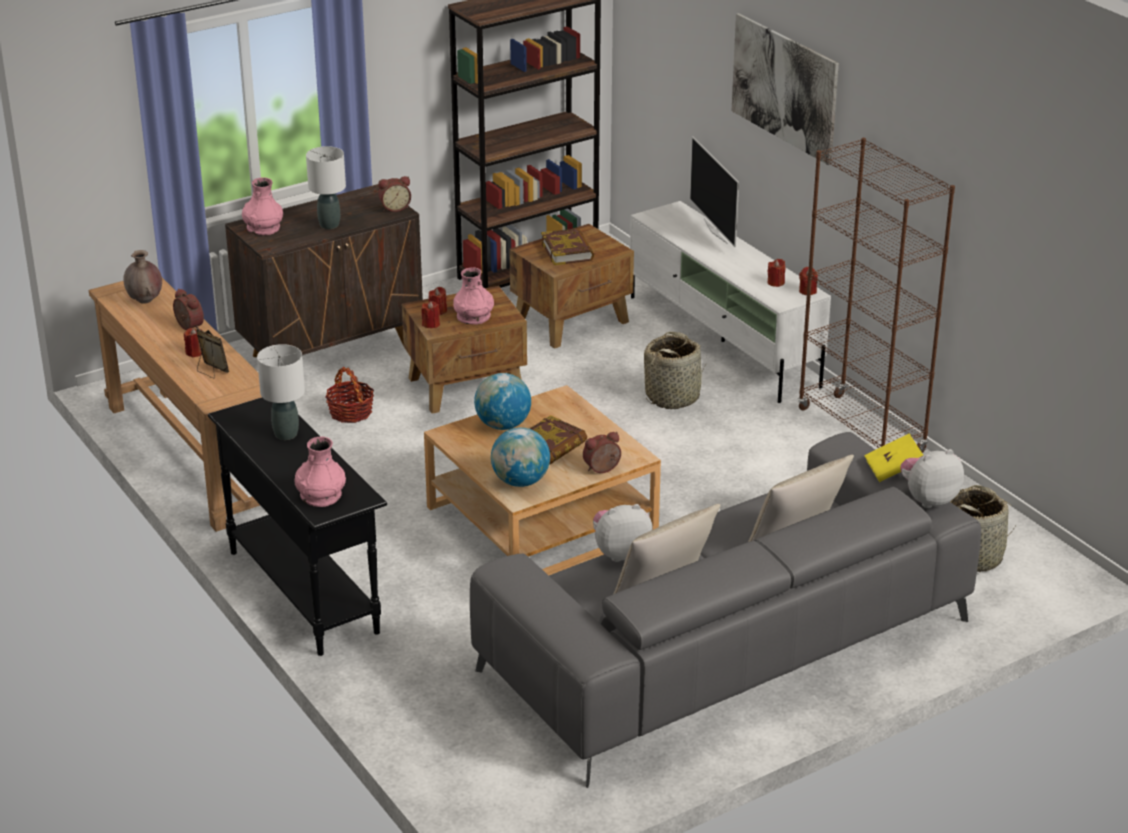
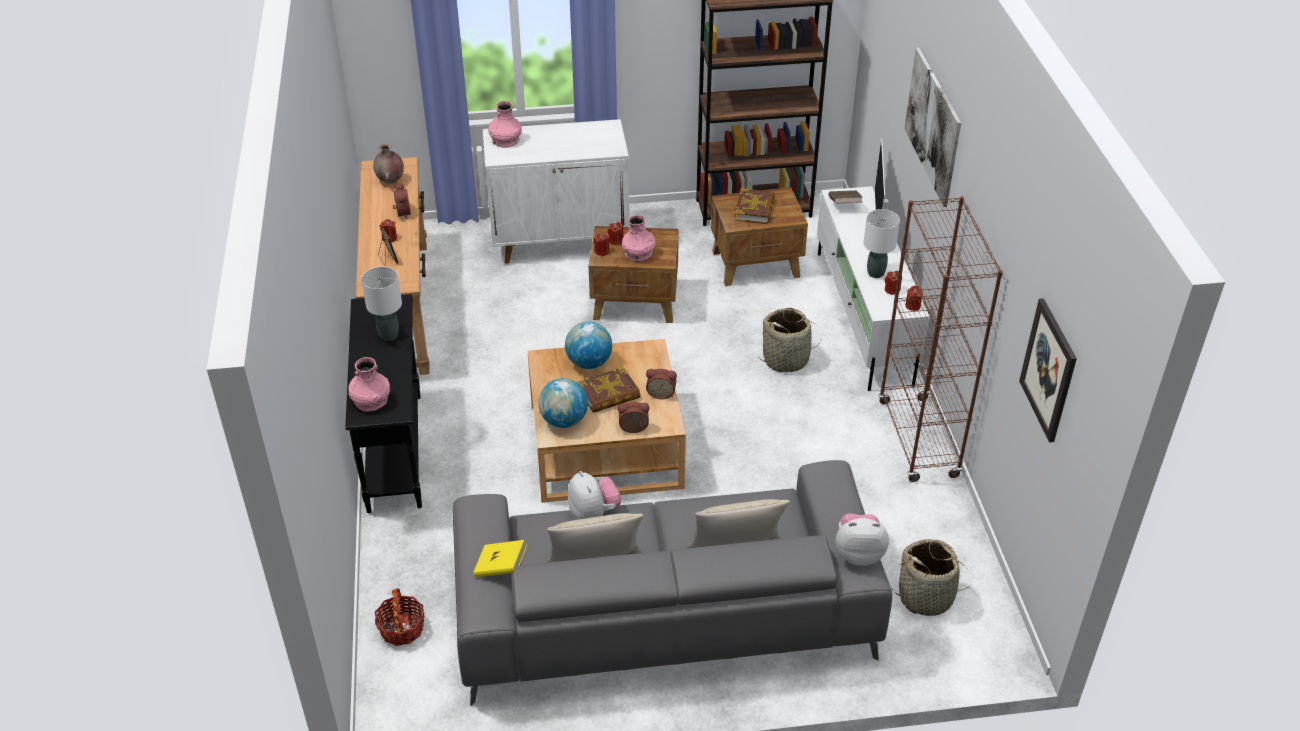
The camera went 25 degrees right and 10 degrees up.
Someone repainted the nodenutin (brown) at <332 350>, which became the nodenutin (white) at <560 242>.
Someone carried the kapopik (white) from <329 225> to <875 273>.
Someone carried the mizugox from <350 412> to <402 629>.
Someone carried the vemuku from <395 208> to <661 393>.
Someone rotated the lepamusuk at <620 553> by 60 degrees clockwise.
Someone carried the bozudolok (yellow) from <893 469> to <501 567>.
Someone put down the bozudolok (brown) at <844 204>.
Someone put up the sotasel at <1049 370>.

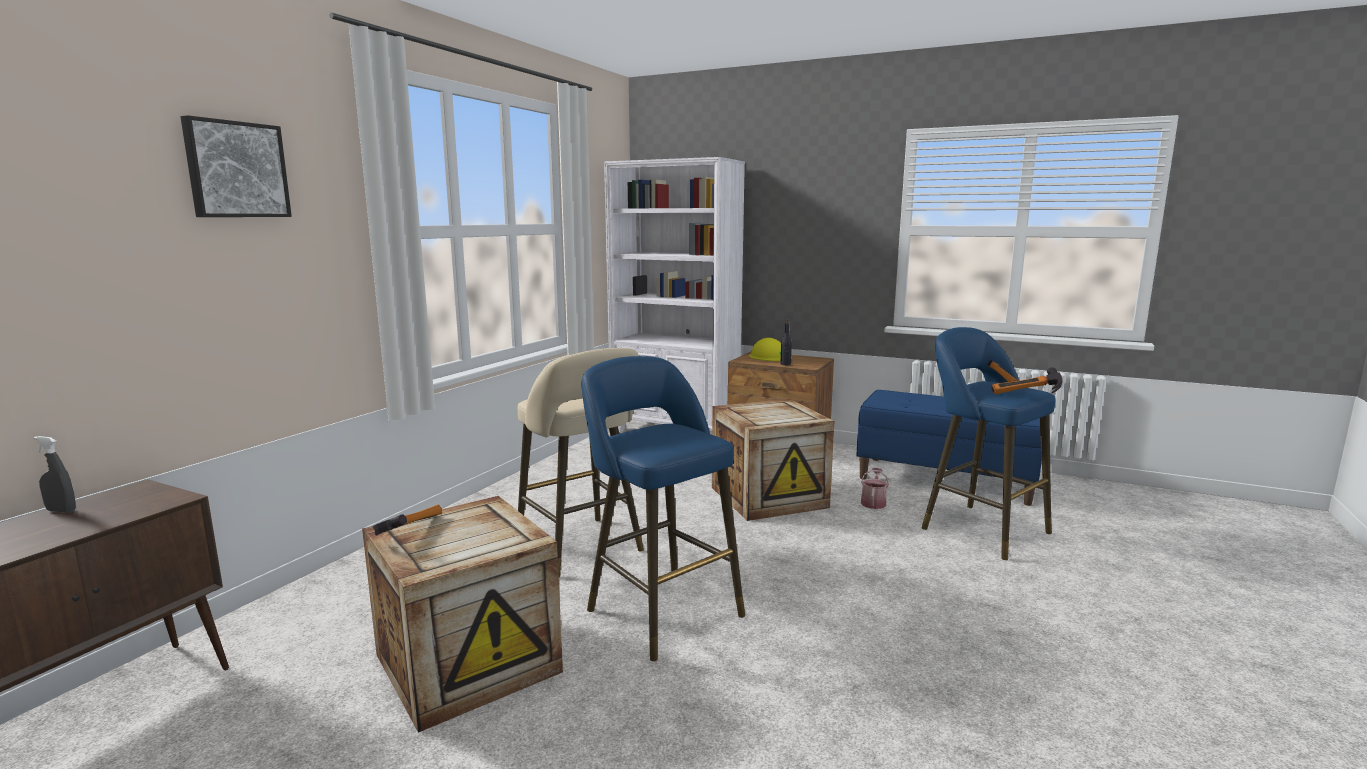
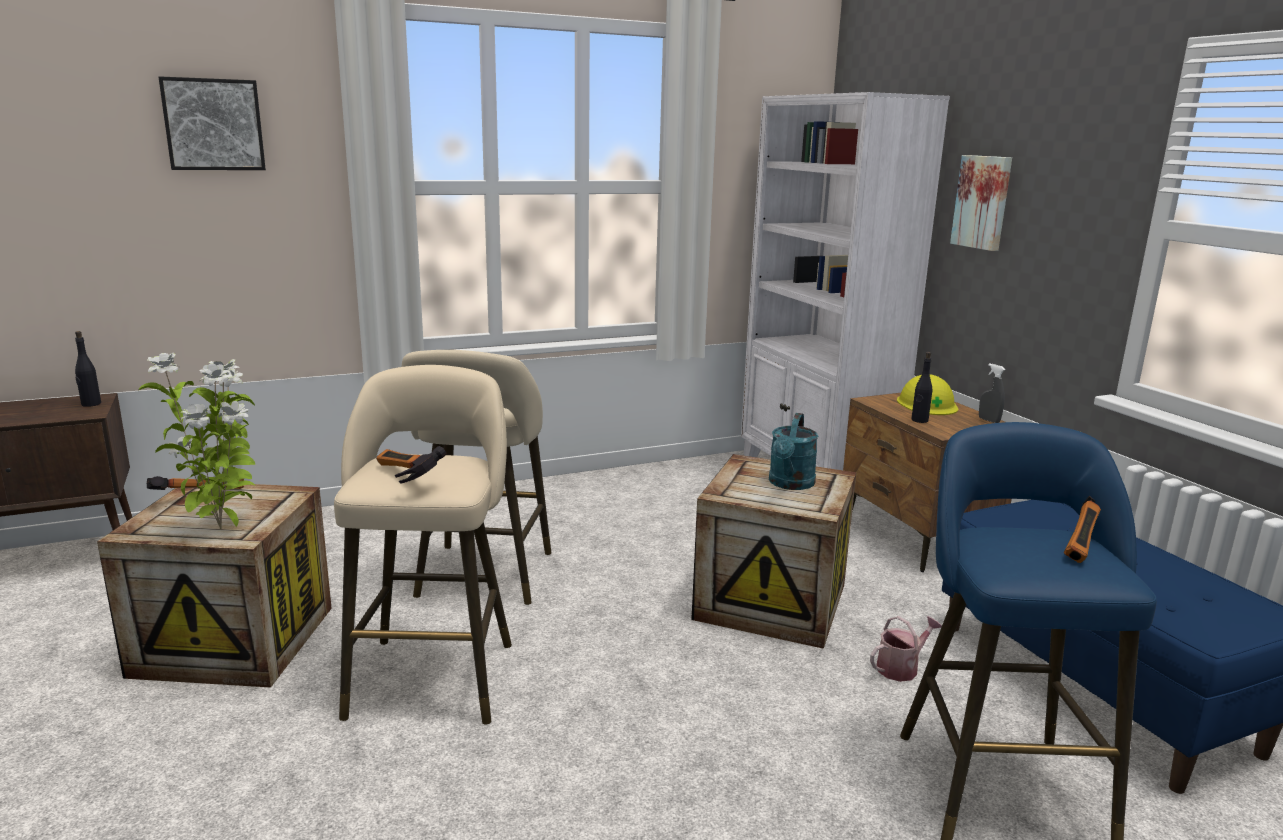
The camera went 40 degrees right and 5 degrees up.
Someone carried the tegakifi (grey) from <61 511> to <989 420>.
Someone repainted the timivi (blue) at <659 609>, which became the timivi (beige) at <434 673>.
Someone carried the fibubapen from <1027 395> to <401 479>.
Someone put down the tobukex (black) at <91 404>.
Someone put down the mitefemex at <222 529>.
Someone put down the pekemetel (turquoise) at <790 484>.
Someone put up the sotasel at <983 202>.

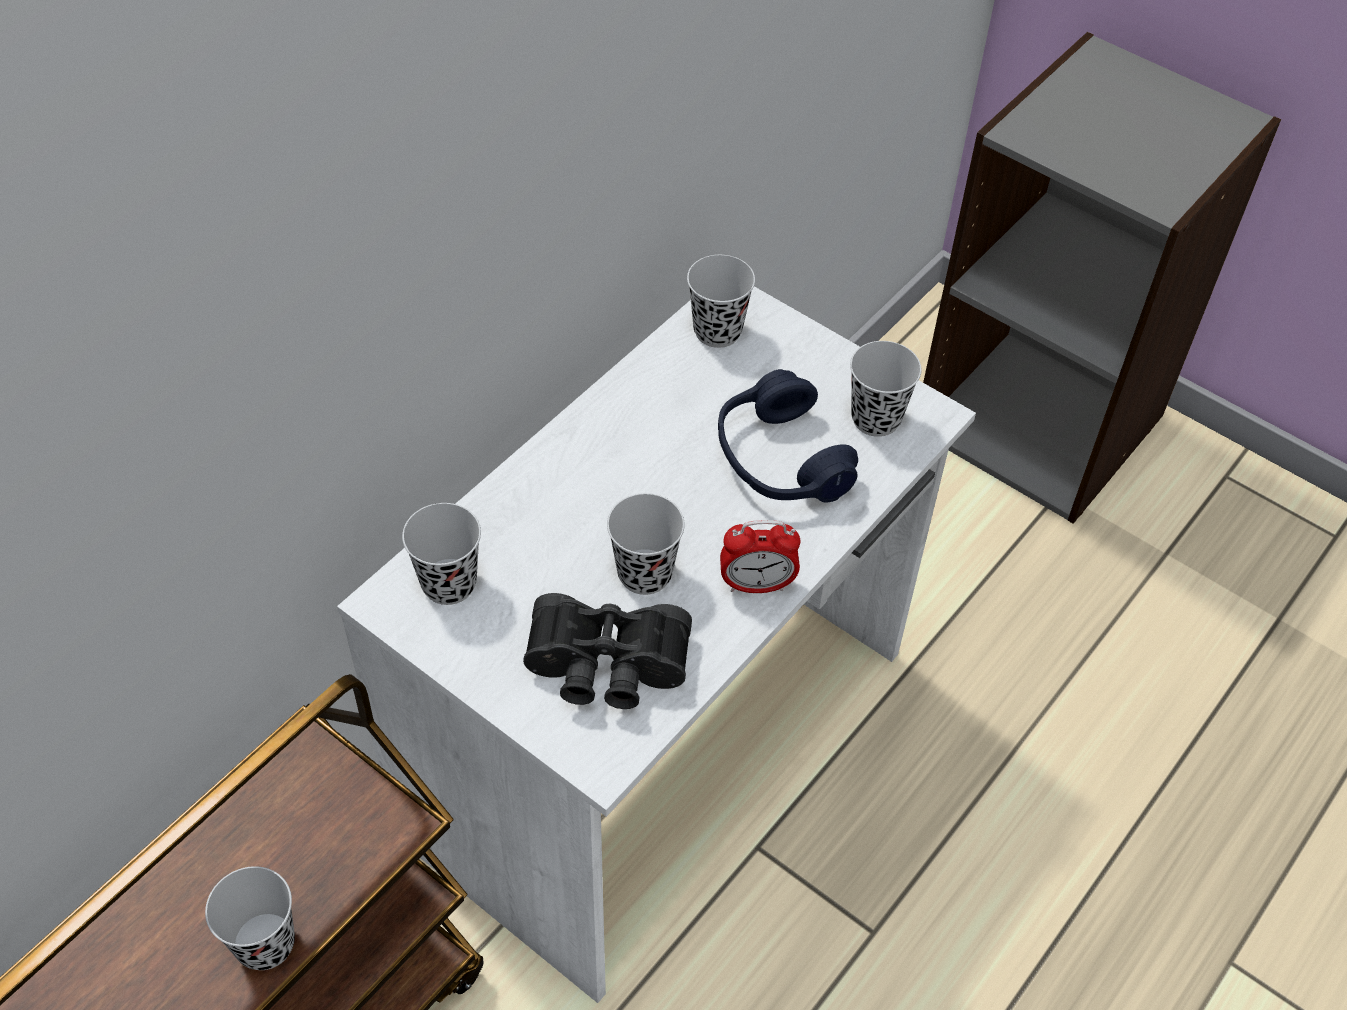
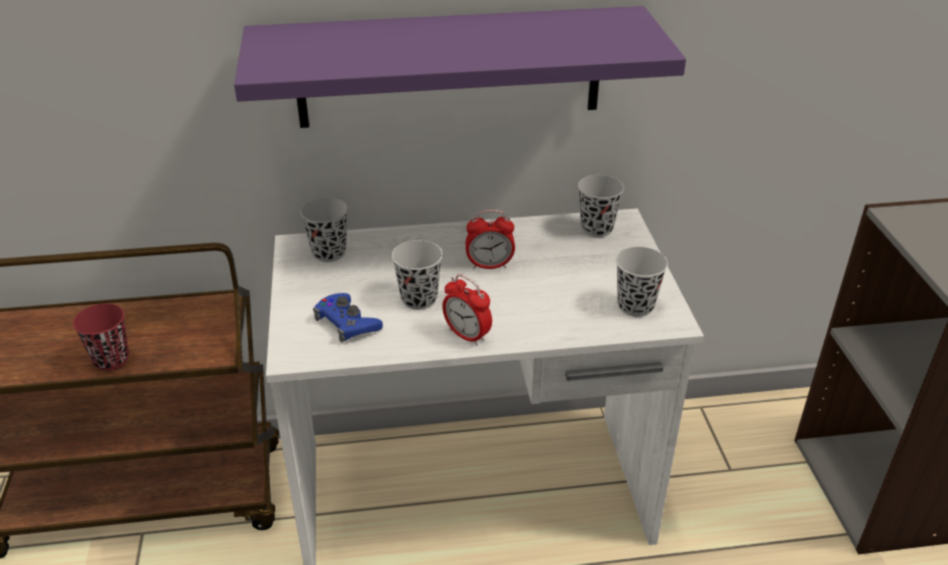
The camera went 45 degrees right and 15 degrees down.
Someone repainted the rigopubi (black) at <265 943>, which became the rigopubi (red) at <111 359>.
Someone swapped the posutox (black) at <606 668> for the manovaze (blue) at <347 323>.
Someone took away the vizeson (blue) at <780 460>.
Someone put up the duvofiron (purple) at <449 67>.
Someone put down the vemuku at <489 265>.

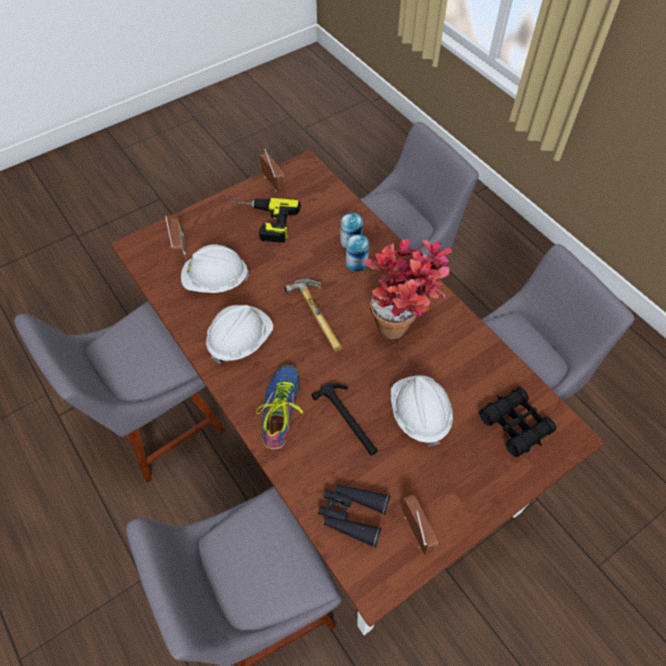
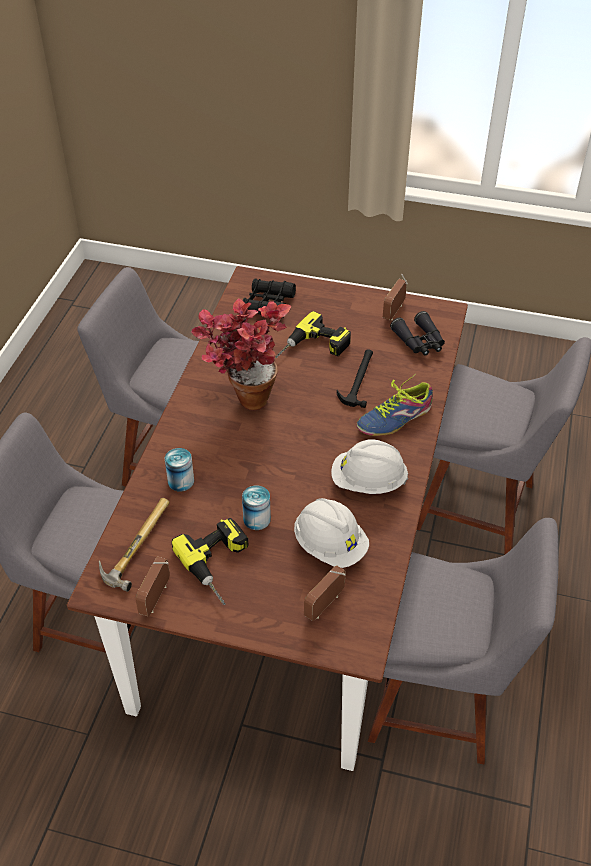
The camera went 130 degrees left and 10 degrees down.
Someone carried the fibubapen from <321 315> to <134 544>.
Someone carried the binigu from <356 262> to <257 519>.
Someone swapped the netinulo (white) at <419 415> for the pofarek at <313 349>.

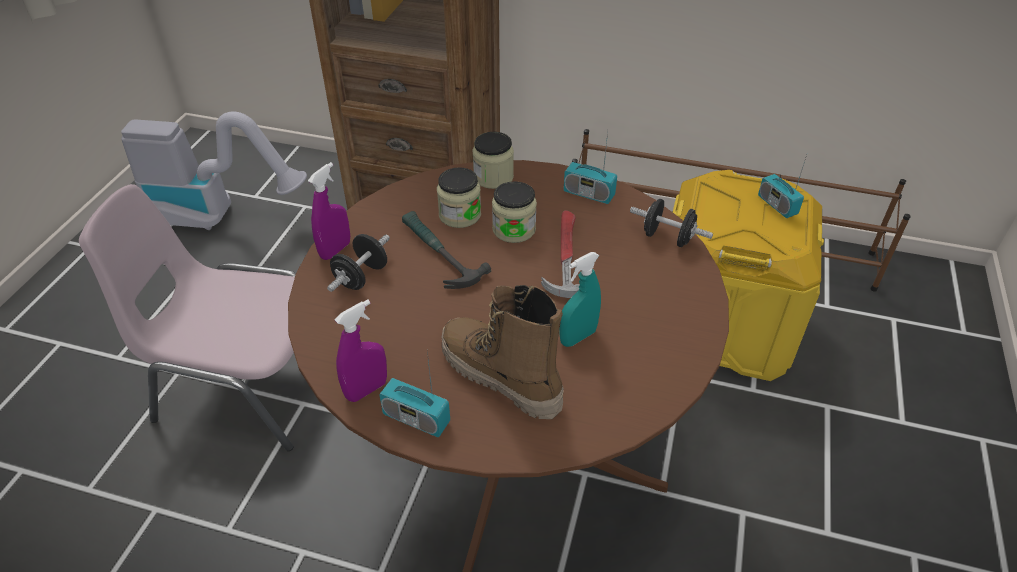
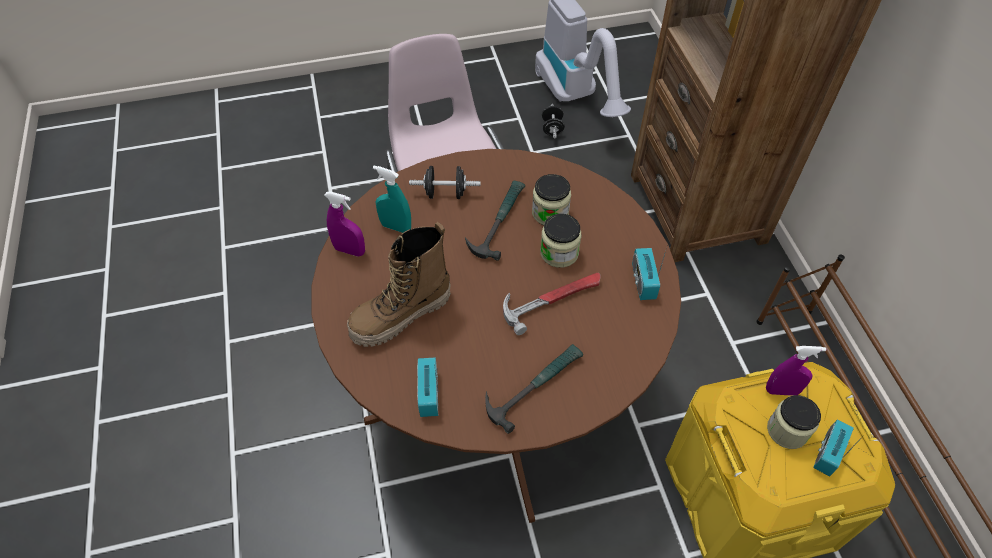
The camera went 60 degrees right and 10 degrees up.
Someone carried the tegakifi (purple) from <335 250> to <782 391>.
Someone carried the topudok from <416 418> to <428 393>.
Someone rotated the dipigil at <500 378> by 135 degrees counterclockwise.
Someone carried the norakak from <493 177> to <787 430>.
Someone carried the tegakifi (turquoise) from <578 337> to <396 227>.
Someone carried the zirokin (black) from <667 238> to <552 128>.
Someone put down the fibubapen at <534 385>.

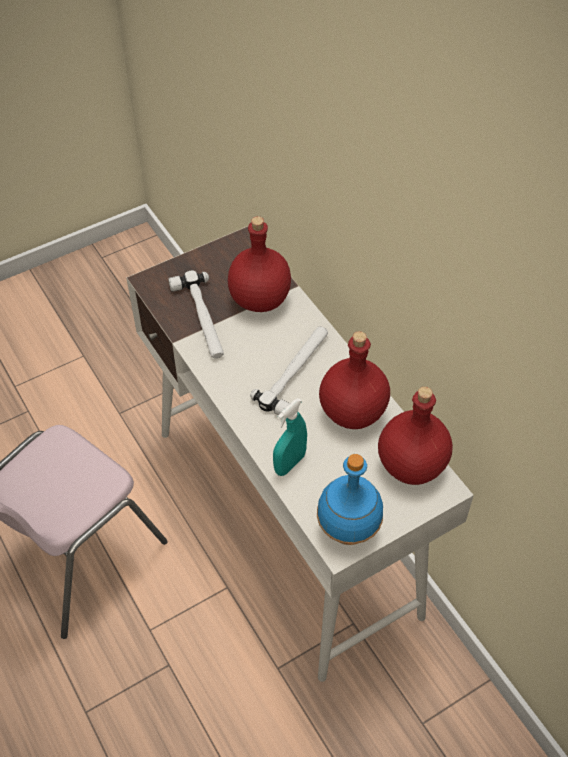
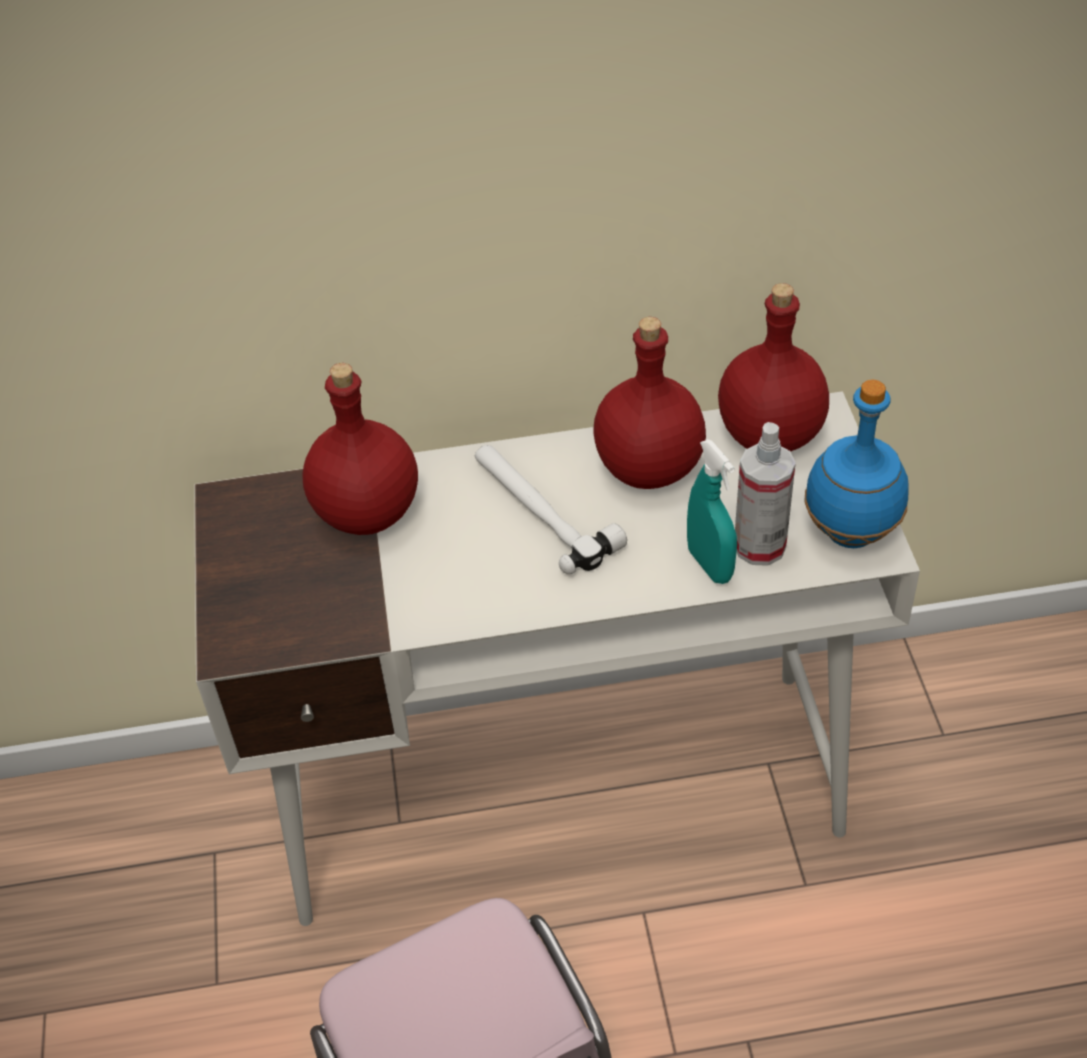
The camera went 65 degrees left and 5 degrees down.
Someone took away the fibubapen at <201 318>.
Someone put down the tegakifi at <759 546>.

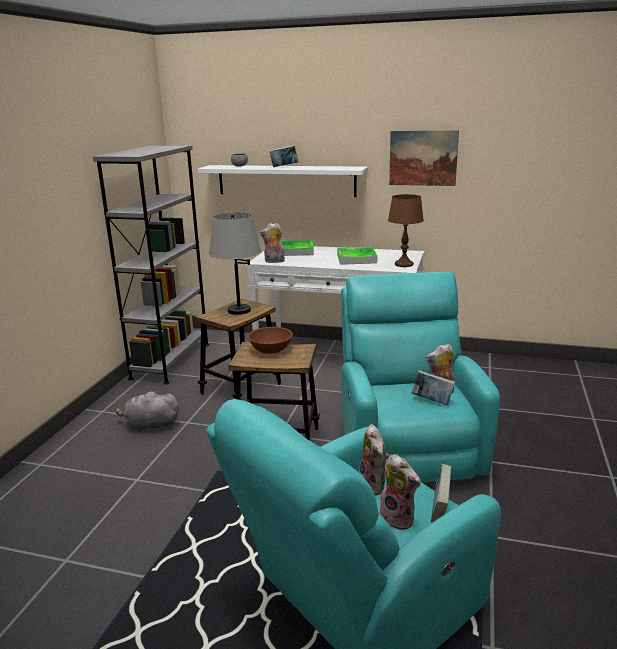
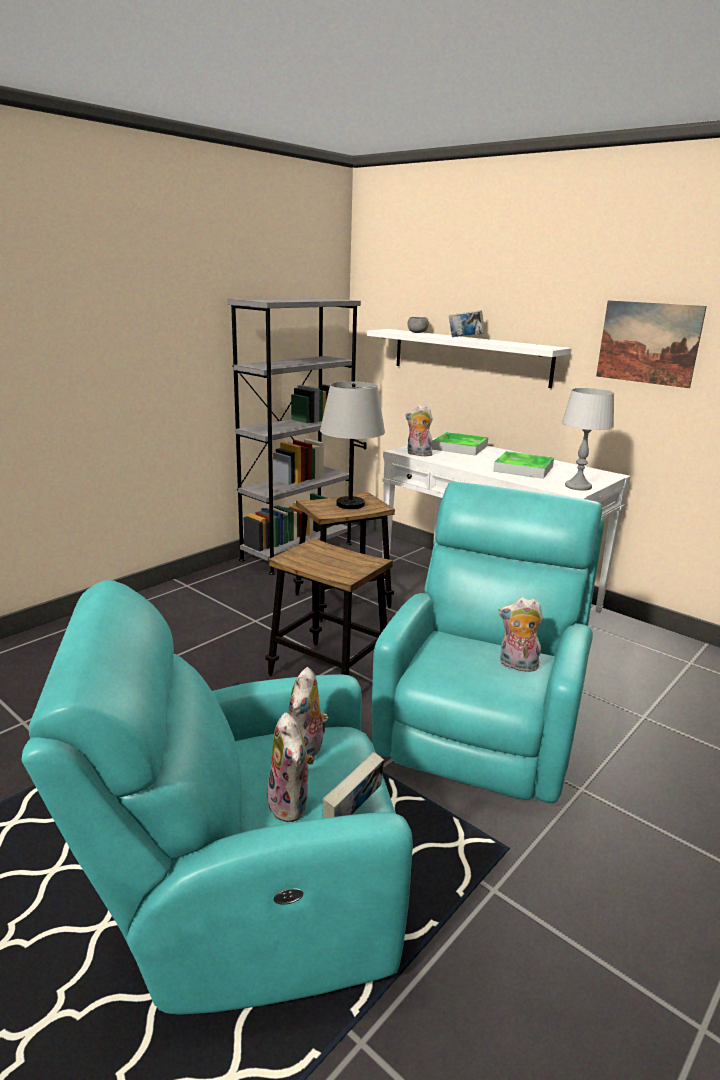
The camera went 25 degrees right and 0 degrees up.
Someone took away the lepamusuk (grey) at <150 425>.
Someone took away the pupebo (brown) at <271 350>.
Someone repainted the kapopik (brown) at <404 264>, which became the kapopik (grey) at <578 486>.
Someone took away the bozudolok at <432 401>.

